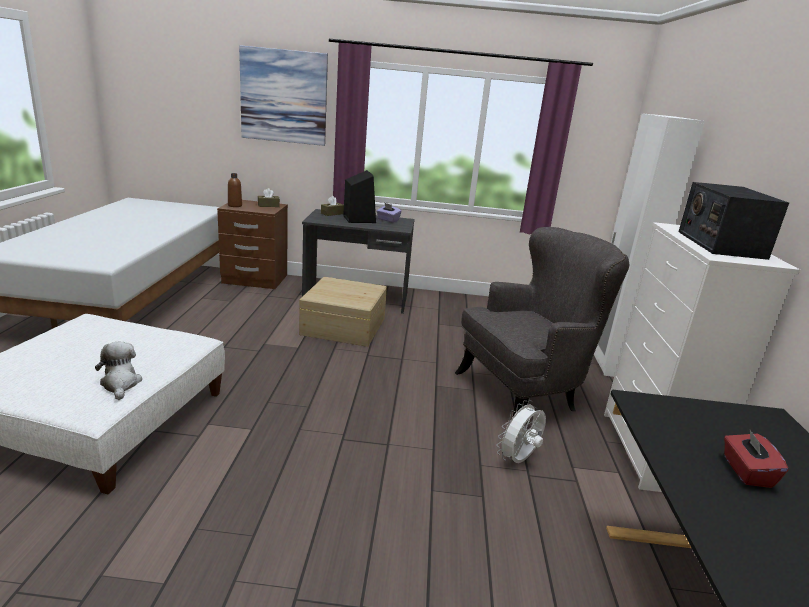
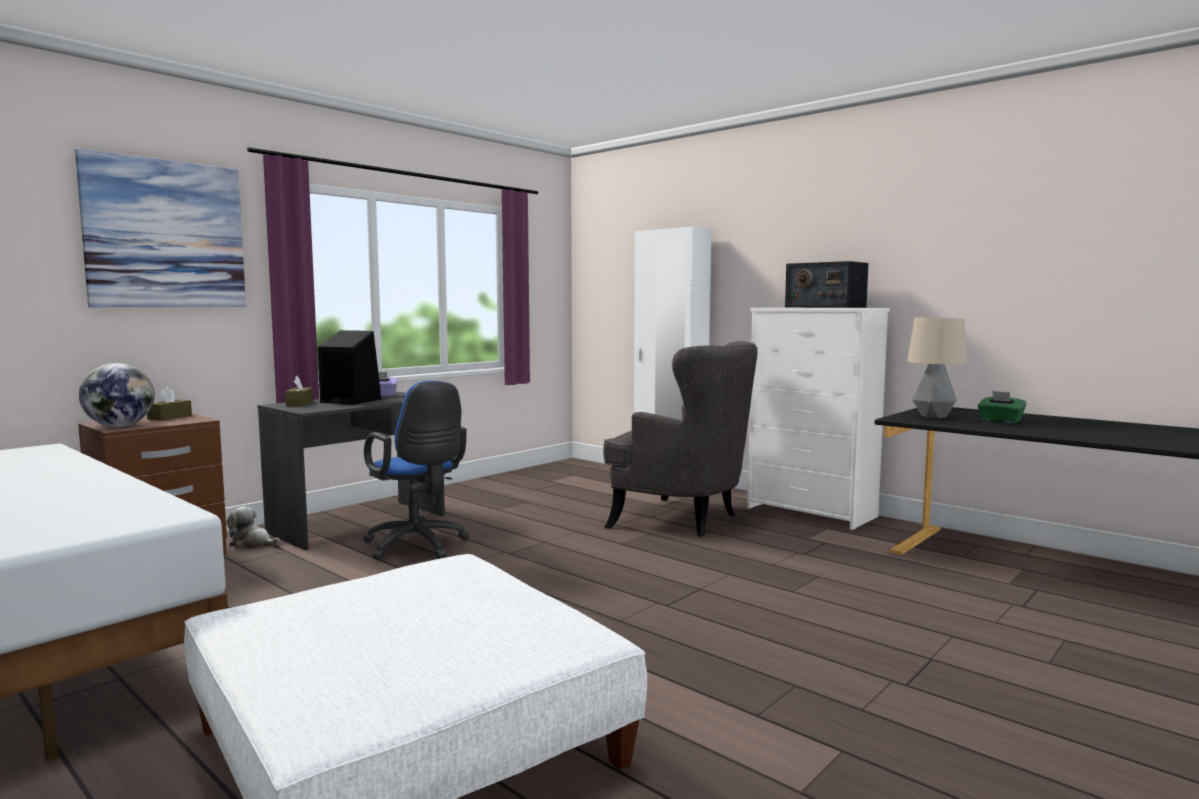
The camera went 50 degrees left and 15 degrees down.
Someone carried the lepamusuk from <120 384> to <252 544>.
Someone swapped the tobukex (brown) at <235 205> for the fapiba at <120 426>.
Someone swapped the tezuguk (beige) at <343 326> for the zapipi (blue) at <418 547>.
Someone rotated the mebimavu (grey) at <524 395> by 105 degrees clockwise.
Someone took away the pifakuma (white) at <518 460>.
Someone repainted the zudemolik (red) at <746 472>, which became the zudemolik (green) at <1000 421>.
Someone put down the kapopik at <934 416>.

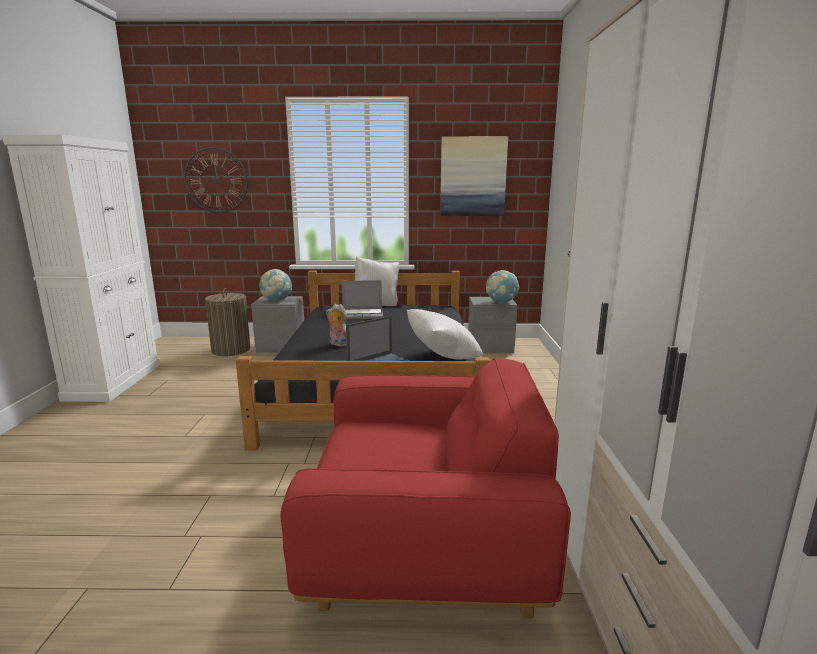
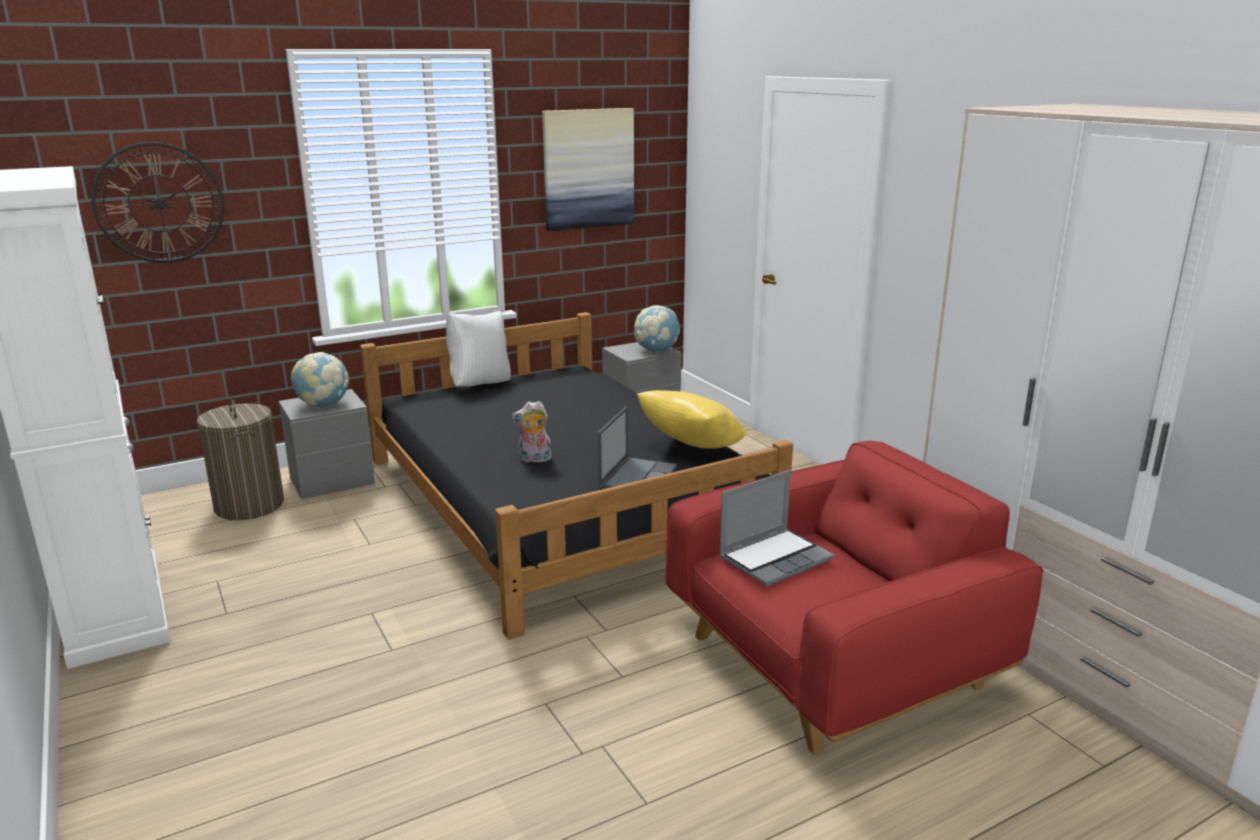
The camera went 30 degrees left and 5 degrees up.
Someone carried the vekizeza from <363 315> to <775 558>.
Someone repainted the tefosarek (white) at <442 357>, which became the tefosarek (yellow) at <691 449>.

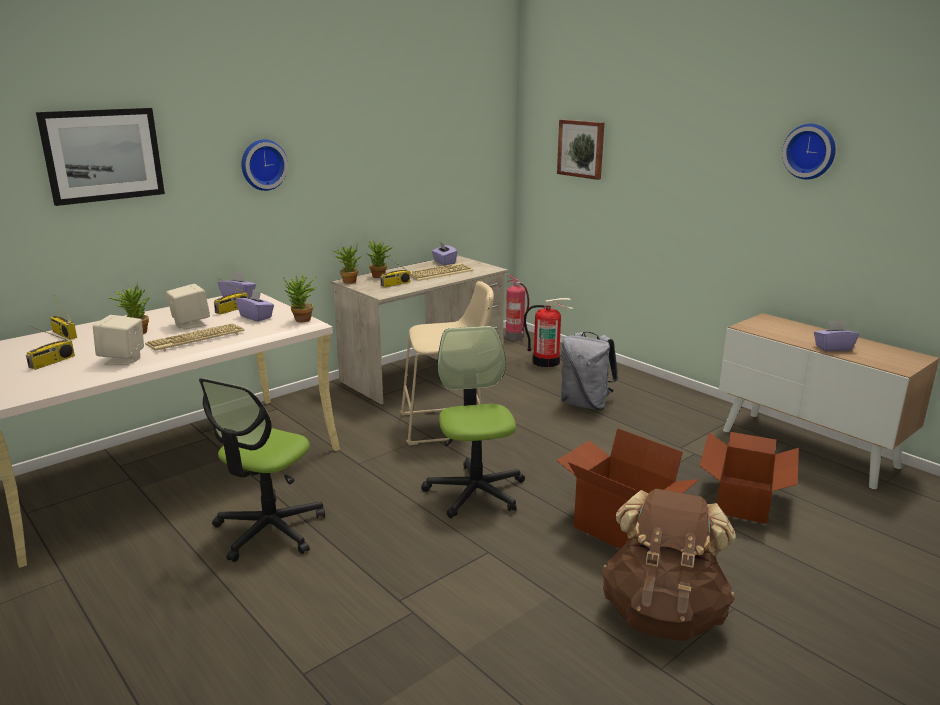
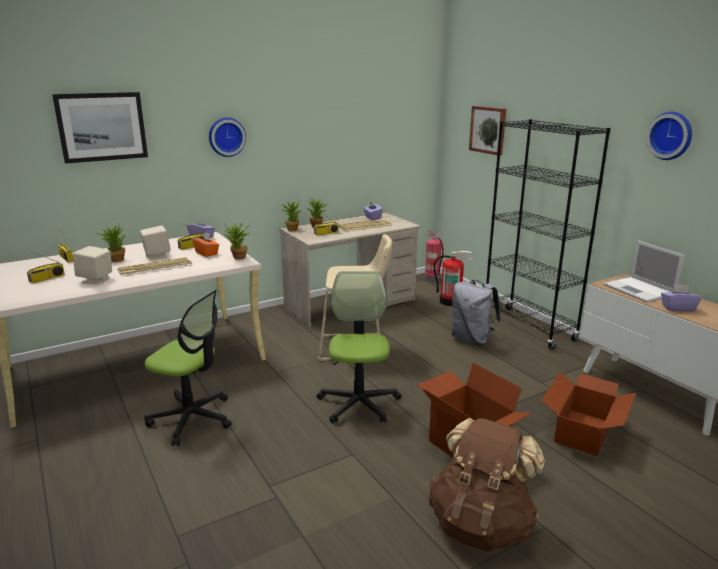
The camera went 10 degrees right and 0 degrees up.
Someone rotated the zapipi at <269 530> by 105 degrees counterclockwise.
Someone repainted the zudemolik (purple) at <256 317>, which became the zudemolik (orange) at <206 253>.
Someone put down the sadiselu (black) at <528 327>.
Someone put down the vekizeza at <640 290>.

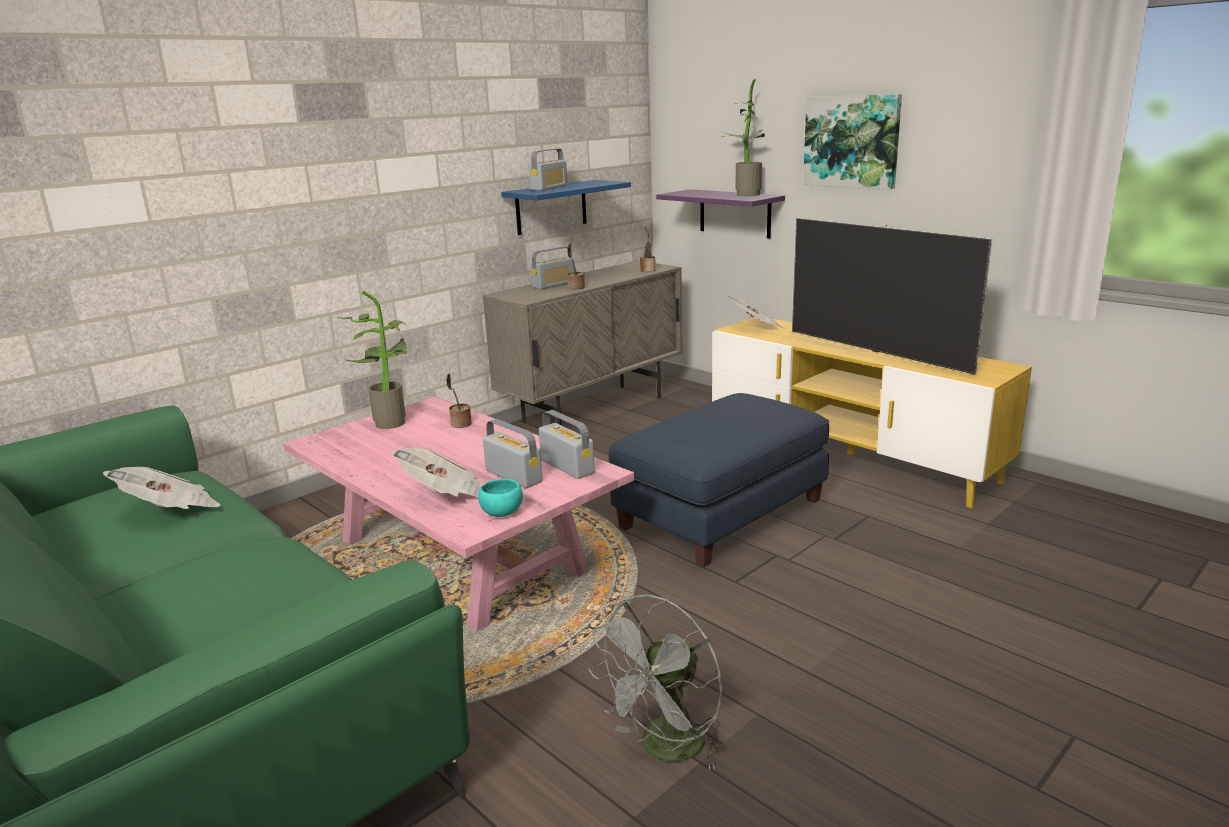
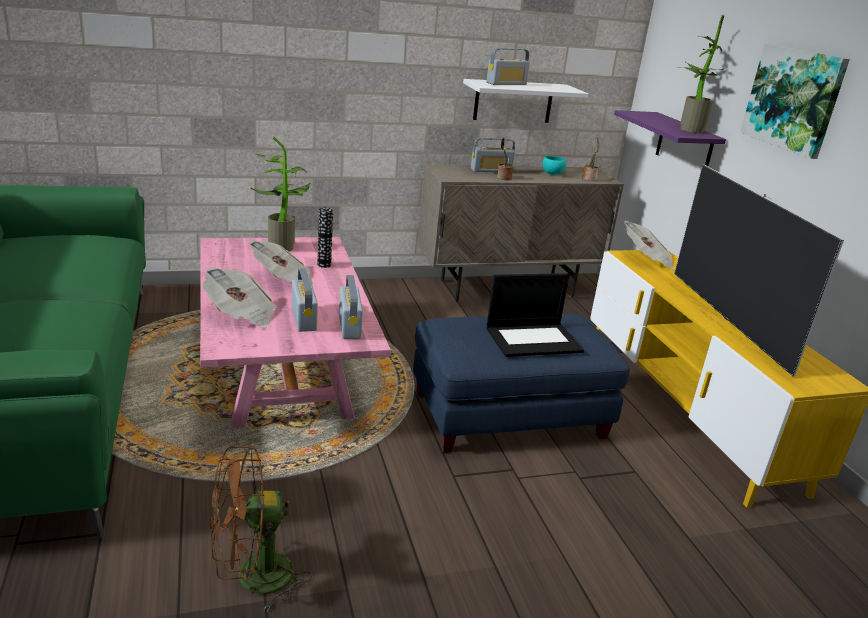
The camera went 25 degrees right and 5 degrees up.
Someone carried the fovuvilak from <171 511> to <283 280>.
Someone swapped the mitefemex at <460 424> for the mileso at <324 265>.
Someone carried the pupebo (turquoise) from <502 512> to <553 173>.
Someone repainted the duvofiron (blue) at <551 207>, which became the duvofiron (white) at <513 101>.
Someone repainted the pifakuma (grey) at <666 750>, which became the pifakuma (brown) at <252 579>.
Someone put down the vekizeza at <534 339>.

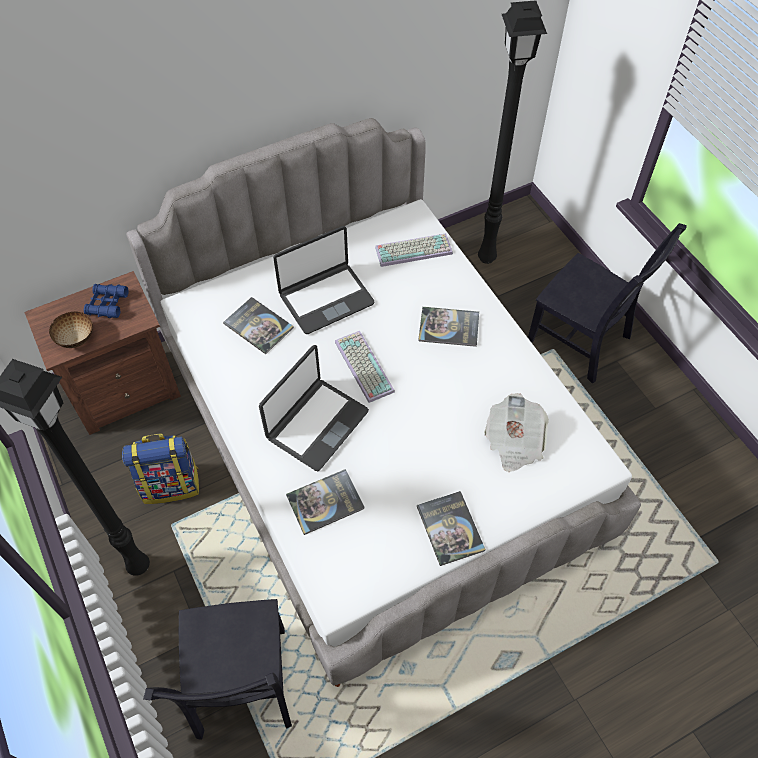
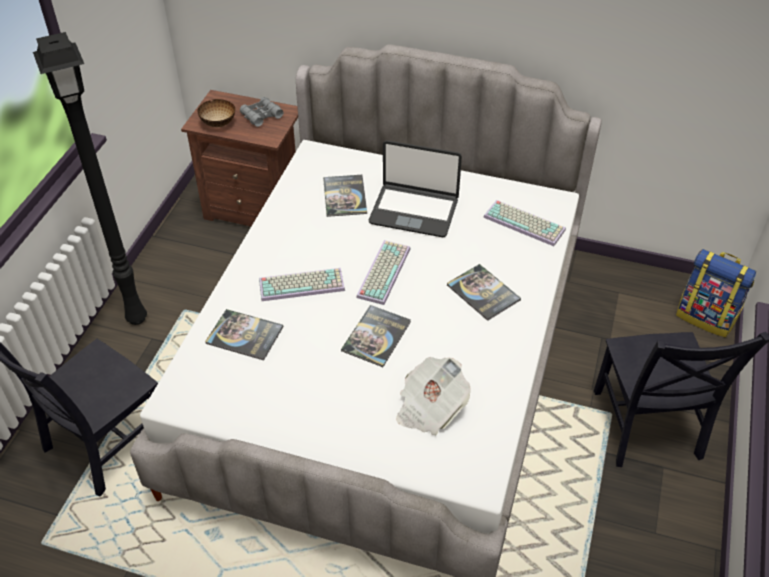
The camera went 45 degrees right and 10 degrees down.
Someone repainted the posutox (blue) at <107 304>, which became the posutox (grey) at <261 116>.
Someone carried the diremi from <171 484> to <706 317>.
Someone swapped the vekizeza at <316 424> for the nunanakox at <302 284>.
Someone carried the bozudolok from <450 528> to <376 336>.
Someone took away the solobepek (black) at <487 257>.

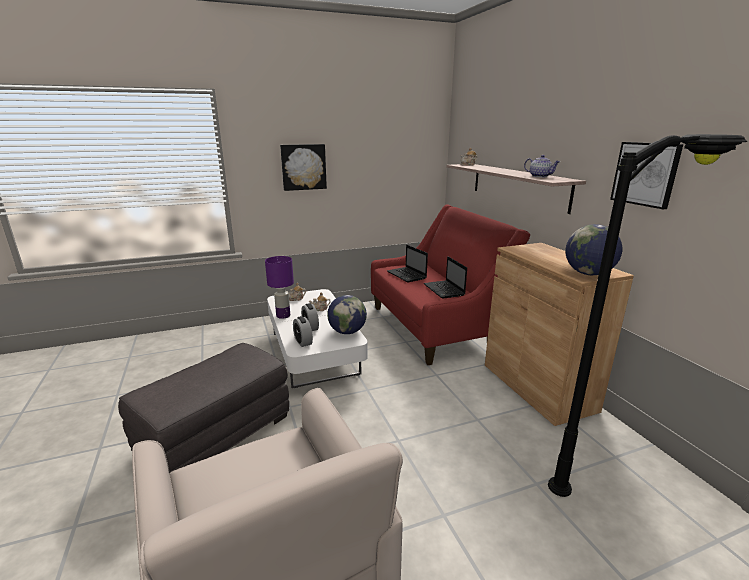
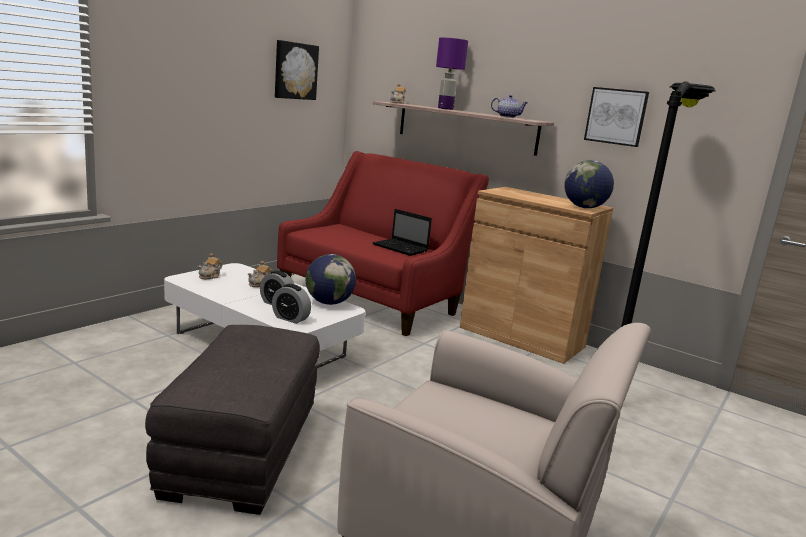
The camera went 35 degrees left and 5 degrees down.
Someone carried the kapopik (purple) from <283 316> to <445 109>.
Someone carried the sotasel from <303 167> to <295 71>.
Someone took away the vekizeza at <407 275>.

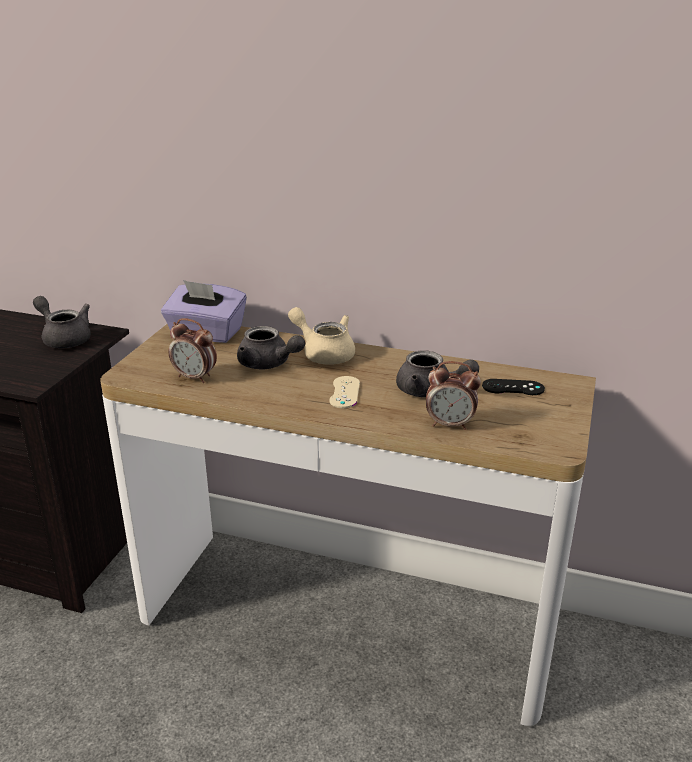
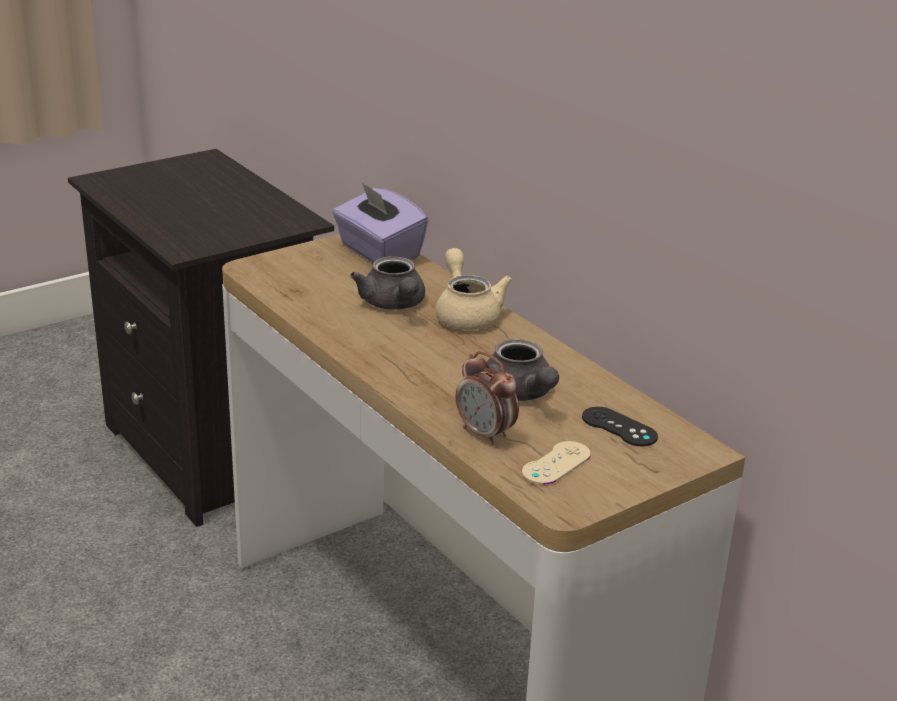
The camera went 35 degrees right and 0 degrees up.
Someone took away the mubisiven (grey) at <64 338>.
Someone took away the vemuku at <195 377>.
Someone carried the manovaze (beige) from <344 392> to <556 463>.

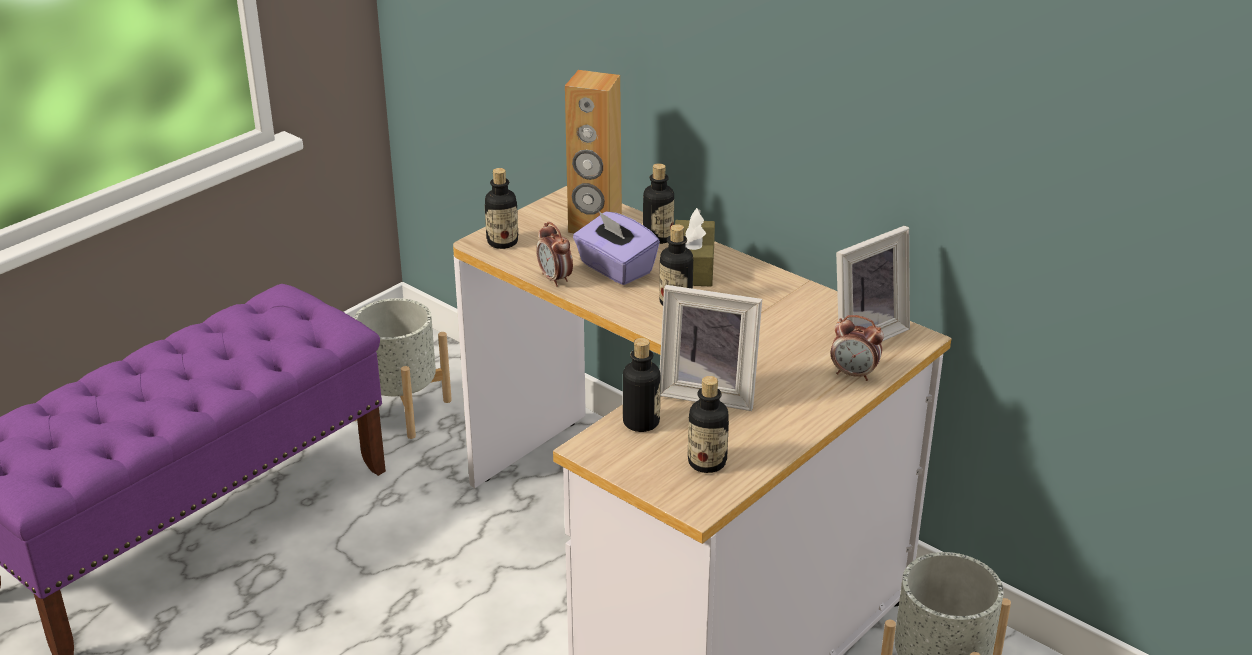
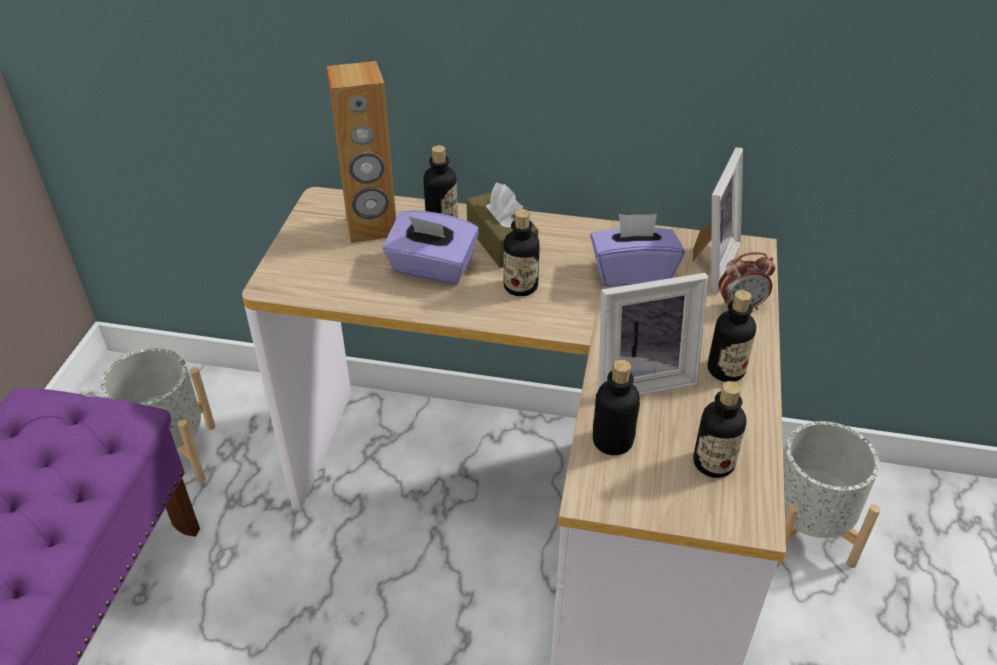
The camera went 30 degrees left and 10 degrees up.
Someone carried the tobukex from <502 242> to <726 370>.
Someone took away the vemuku at <555 279>.
Someone put down the zudemolik (purple) at <632 273>.

